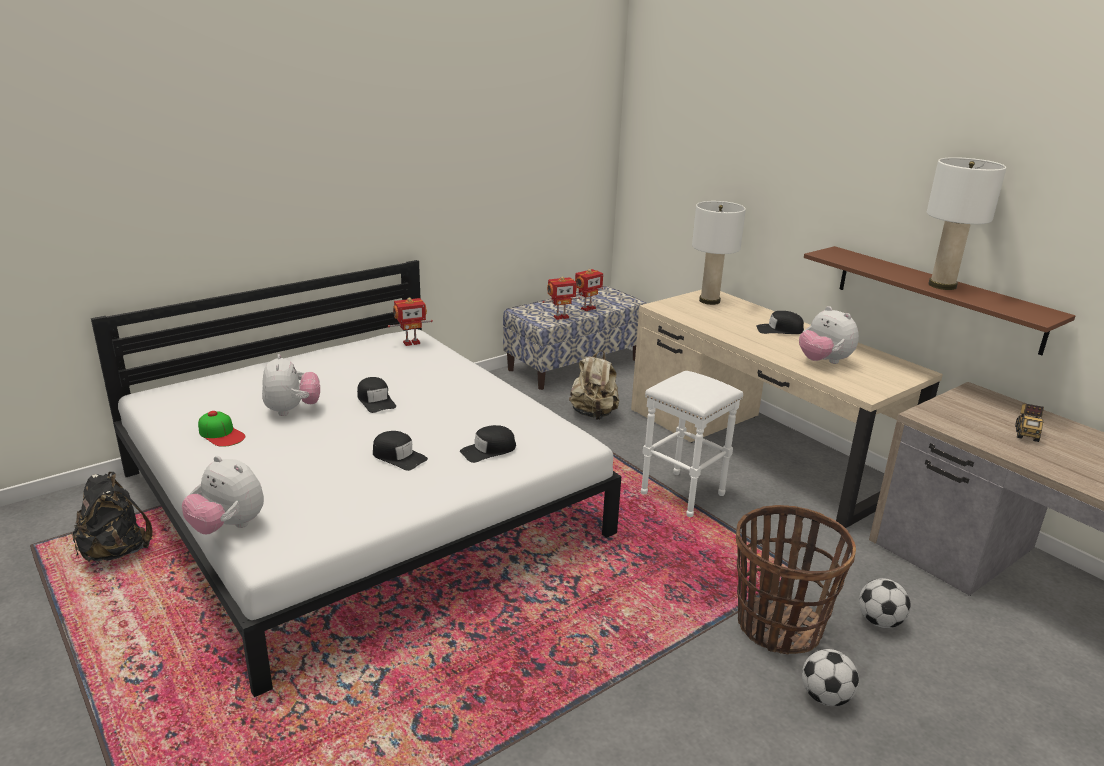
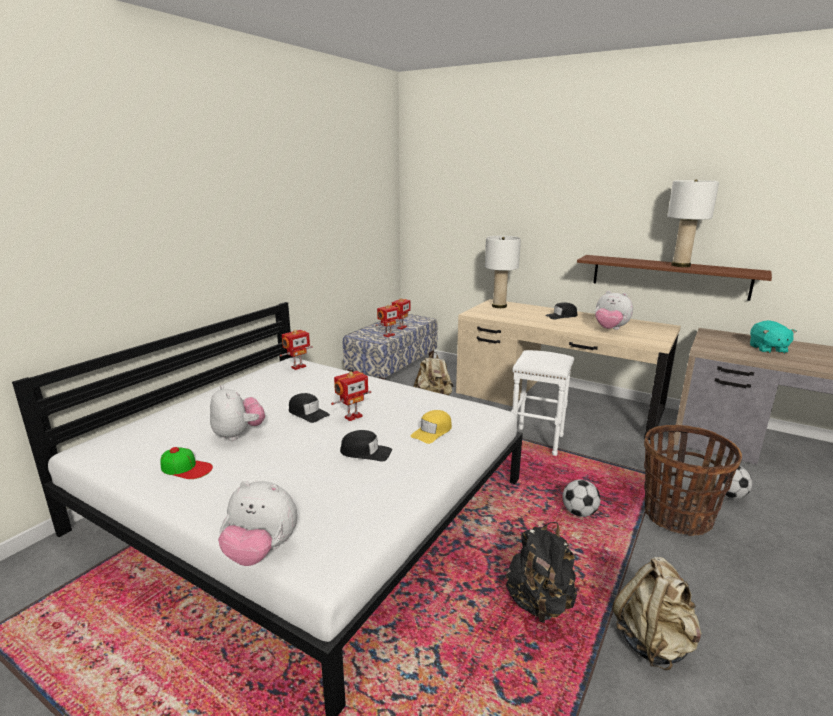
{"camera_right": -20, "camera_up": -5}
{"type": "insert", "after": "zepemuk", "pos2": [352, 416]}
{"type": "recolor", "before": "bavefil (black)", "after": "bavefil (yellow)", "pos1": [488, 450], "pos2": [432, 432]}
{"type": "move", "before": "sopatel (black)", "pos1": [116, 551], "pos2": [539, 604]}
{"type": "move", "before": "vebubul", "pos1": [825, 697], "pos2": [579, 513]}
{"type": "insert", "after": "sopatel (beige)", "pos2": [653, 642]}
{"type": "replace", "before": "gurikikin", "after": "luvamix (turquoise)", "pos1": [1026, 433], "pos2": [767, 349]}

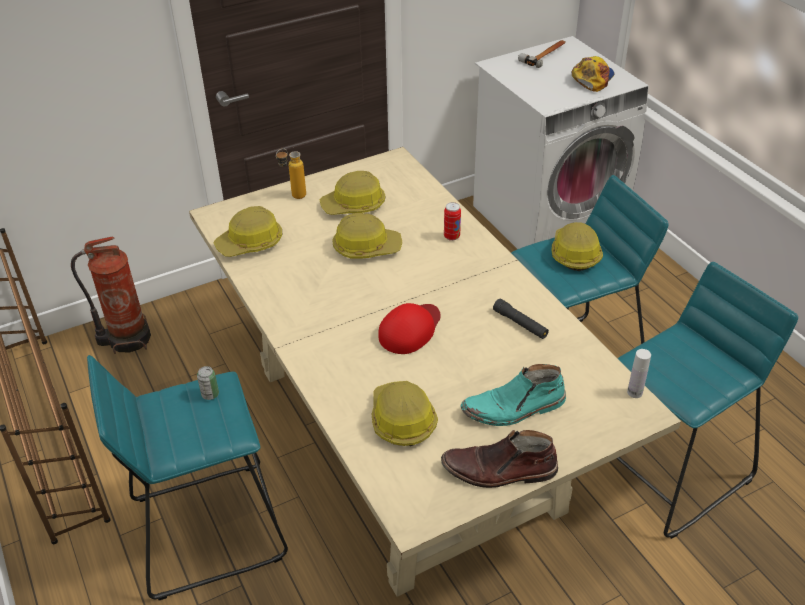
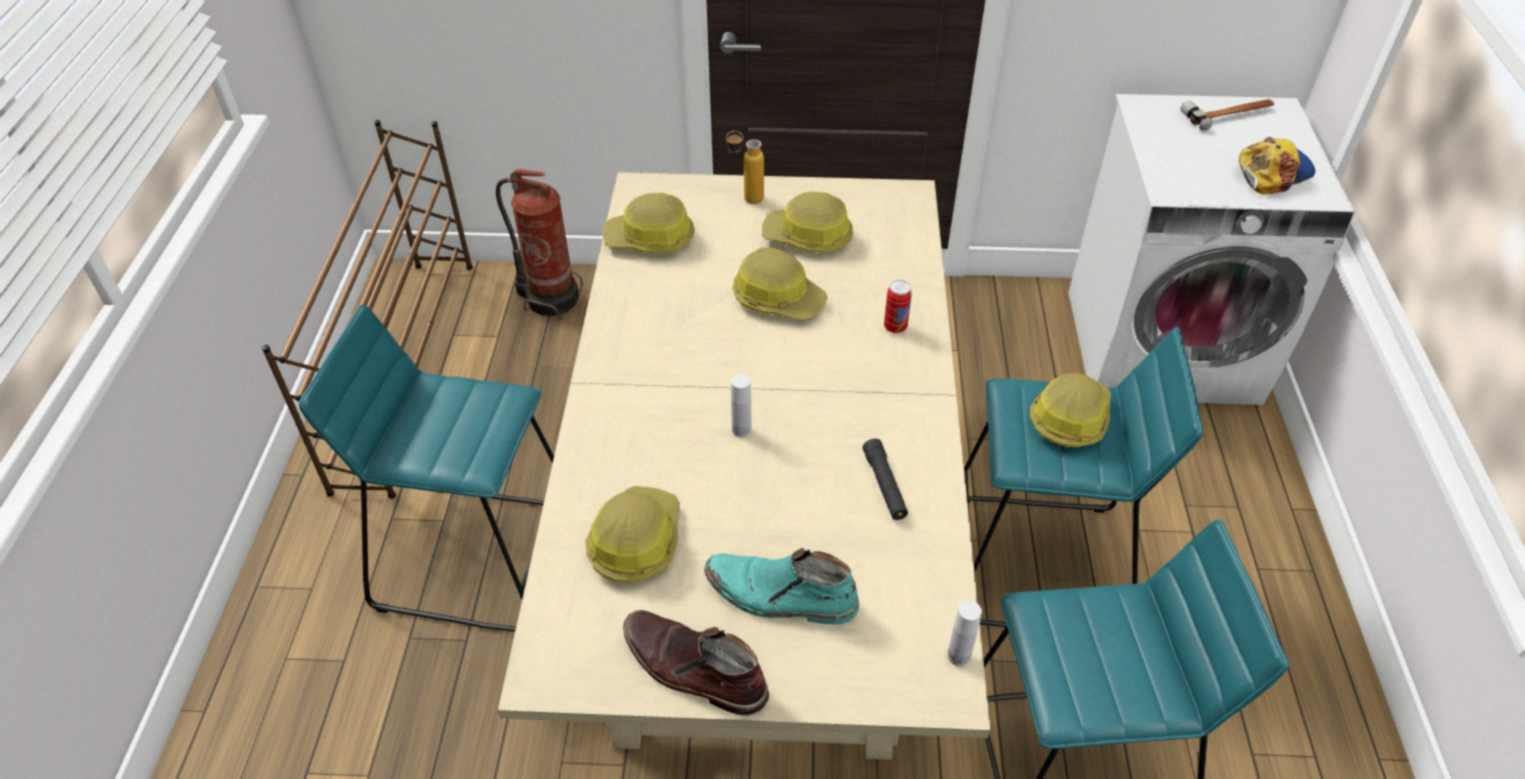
{"camera_right": 30, "camera_up": 5}
{"type": "replace", "before": "bavefil (red)", "after": "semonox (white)", "pos1": [410, 329], "pos2": [741, 430]}
{"type": "delete", "before": "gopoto", "pos1": [210, 394]}

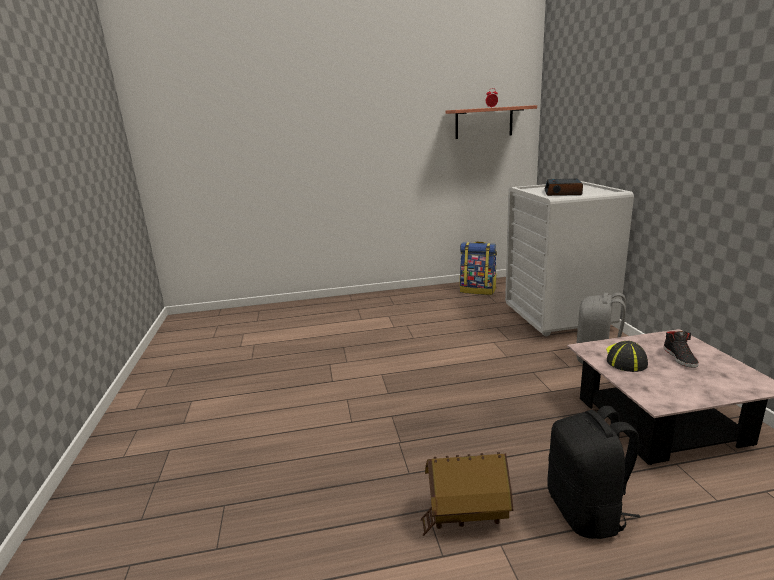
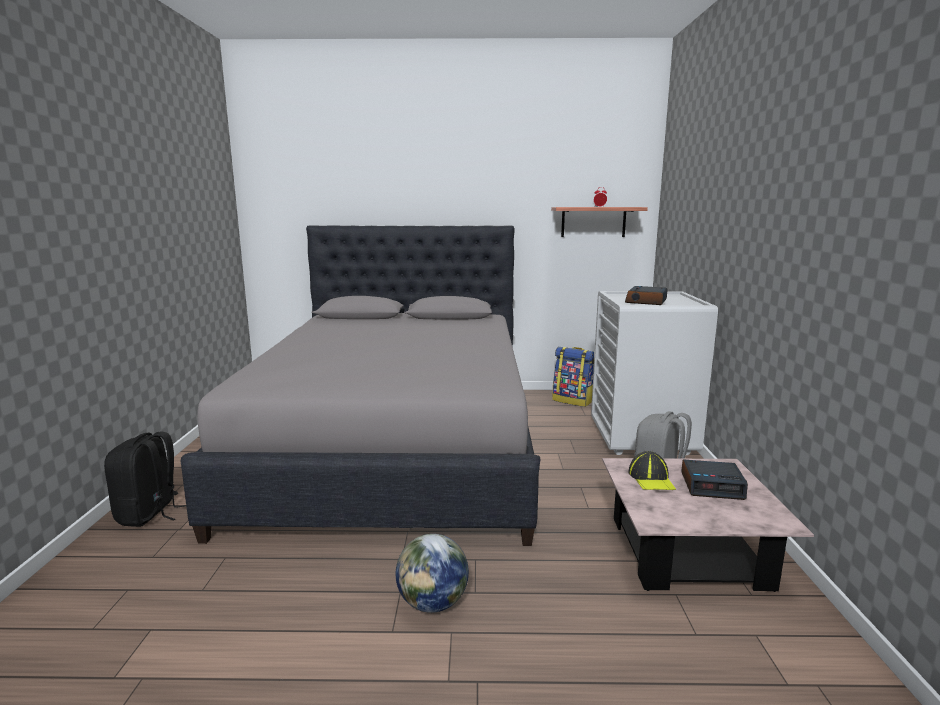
{"camera_right": 10, "camera_up": -5}
{"type": "move", "before": "sopatel (black)", "pos1": [587, 512], "pos2": [150, 514]}
{"type": "insert", "after": "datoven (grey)", "pos2": [397, 445]}
{"type": "replace", "before": "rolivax", "after": "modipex", "pos1": [465, 516], "pos2": [433, 604]}
{"type": "rotate", "before": "bavefil", "pos1": [625, 359], "pos2": [651, 479], "turn": 150}
{"type": "replace", "before": "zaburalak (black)", "after": "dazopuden", "pos1": [680, 358], "pos2": [712, 486]}

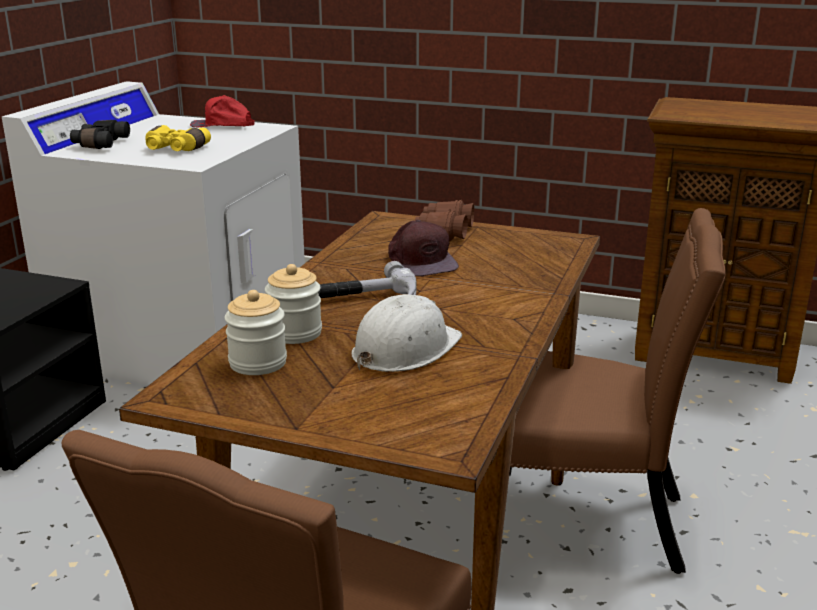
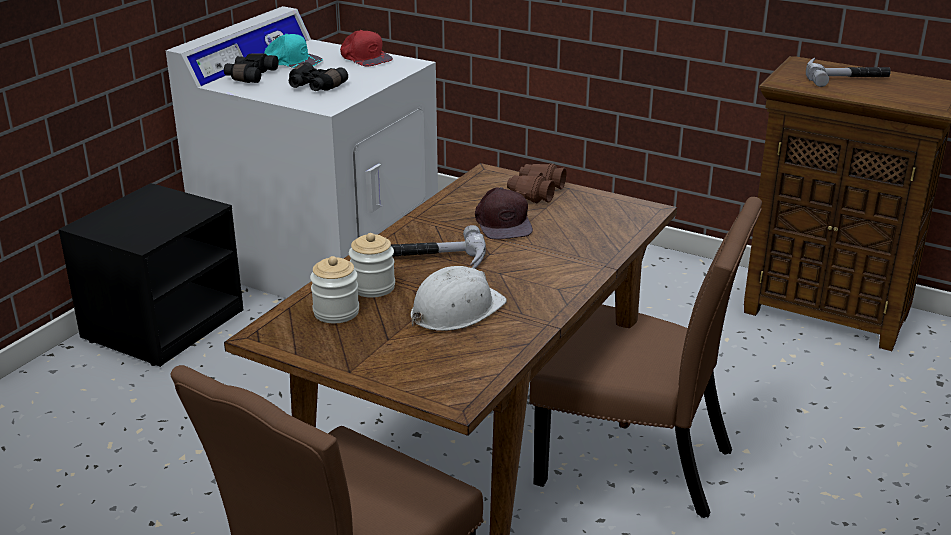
{"camera_right": 10, "camera_up": 5}
{"type": "insert", "after": "bavefil (turquoise)", "pos2": [292, 61]}
{"type": "recolor", "before": "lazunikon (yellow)", "after": "lazunikon (black)", "pos1": [174, 149], "pos2": [314, 87]}
{"type": "rotate", "before": "bavefil (red)", "pos1": [222, 125], "pos2": [365, 57], "turn": -150}
{"type": "insert", "after": "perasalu", "pos2": [845, 77]}

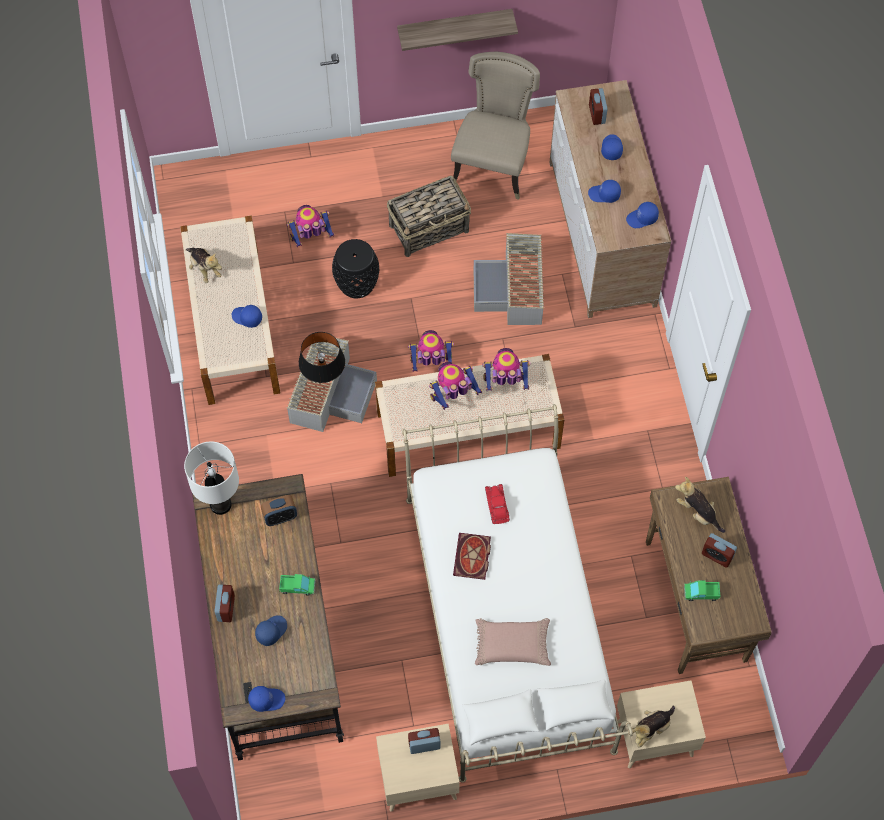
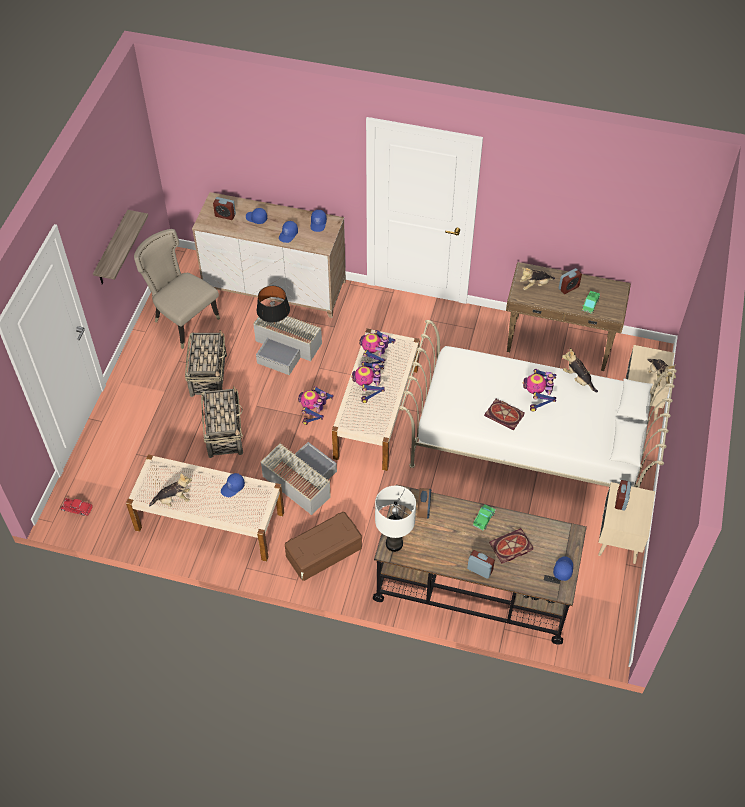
{"camera_right": -65, "camera_up": -10}
{"type": "move", "before": "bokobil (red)", "pos1": [497, 505], "pos2": [77, 508]}
{"type": "replace", "before": "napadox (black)", "after": "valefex", "pos1": [357, 283], "pos2": [224, 432]}
{"type": "move", "before": "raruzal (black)", "pos1": [323, 376], "pos2": [274, 323]}
{"type": "insert", "after": "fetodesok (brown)", "pos2": [324, 553]}
{"type": "replace", "before": "bavefil (blue)", "after": "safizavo", "pos1": [271, 631], "pos2": [510, 547]}
{"type": "move", "before": "zepemuk", "pos1": [311, 238], "pos2": [537, 398]}
{"type": "insert", "after": "luvamix", "pos2": [578, 379]}
{"type": "delete", "before": "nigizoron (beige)", "pos1": [512, 644]}

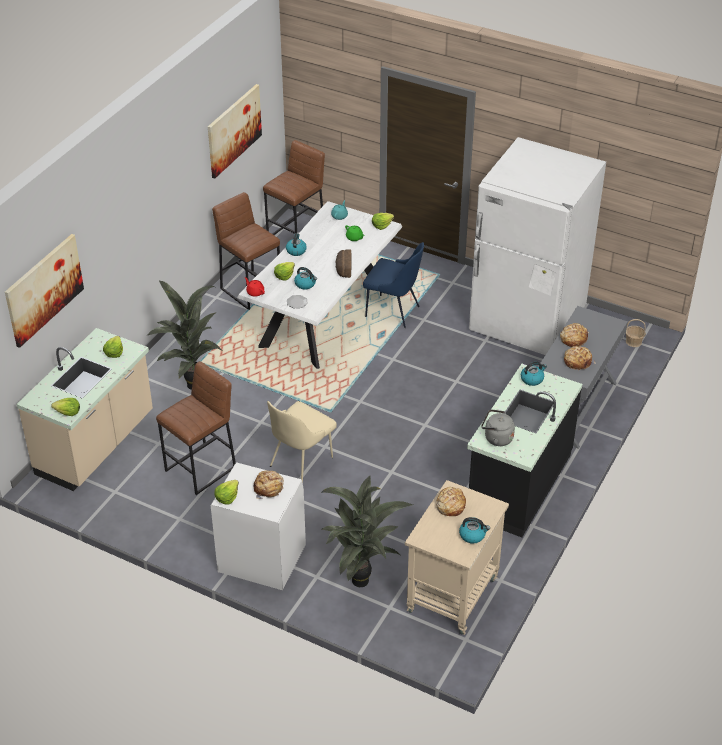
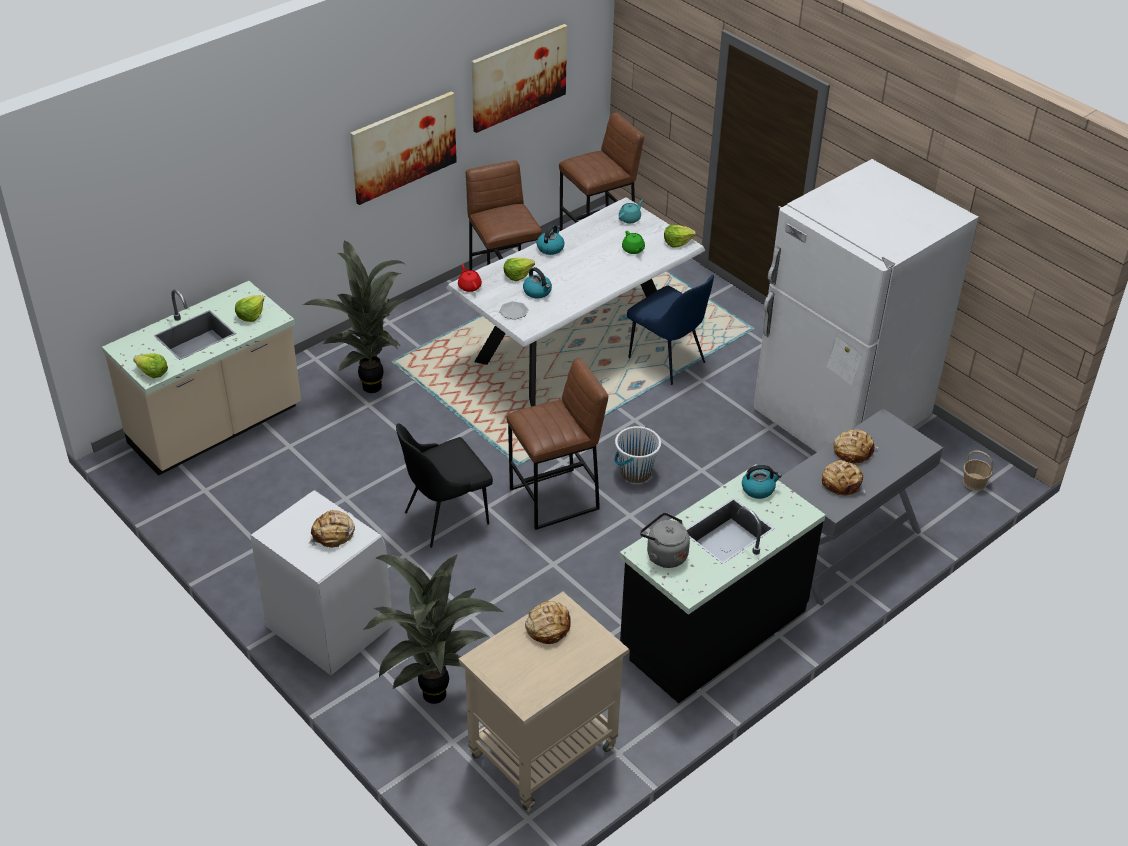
{"camera_right": 20, "camera_up": 0}
{"type": "move", "before": "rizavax", "pos1": [44, 289], "pos2": [403, 147]}
{"type": "recolor", "before": "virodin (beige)", "after": "virodin (black)", "pos1": [301, 462], "pos2": [446, 518]}
{"type": "move", "before": "napadox (brown)", "pos1": [201, 468], "pos2": [555, 498]}
{"type": "insert", "after": "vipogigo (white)", "pos2": [635, 472]}
{"type": "delete", "before": "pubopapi", "pos1": [227, 497]}
{"type": "delete", "before": "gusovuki", "pos1": [343, 269]}
{"type": "delete", "before": "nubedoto", "pos1": [472, 535]}

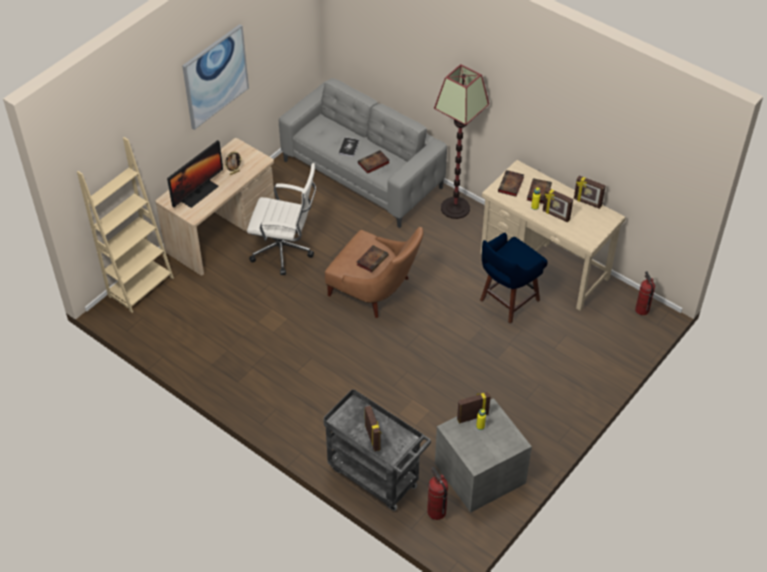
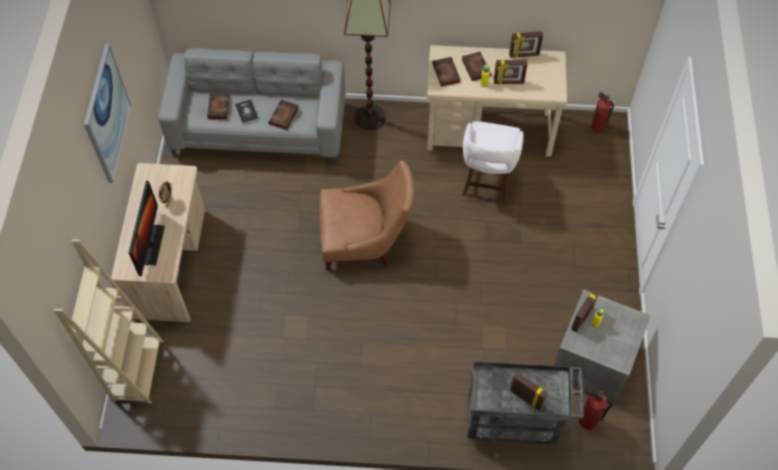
{"camera_right": -35, "camera_up": 10}
{"type": "move", "before": "safizavo", "pos1": [372, 259], "pos2": [218, 107]}
{"type": "recolor", "before": "napadox (blue)", "after": "napadox (white)", "pos1": [507, 302], "pos2": [486, 183]}
{"type": "delete", "before": "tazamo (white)", "pos1": [285, 252]}

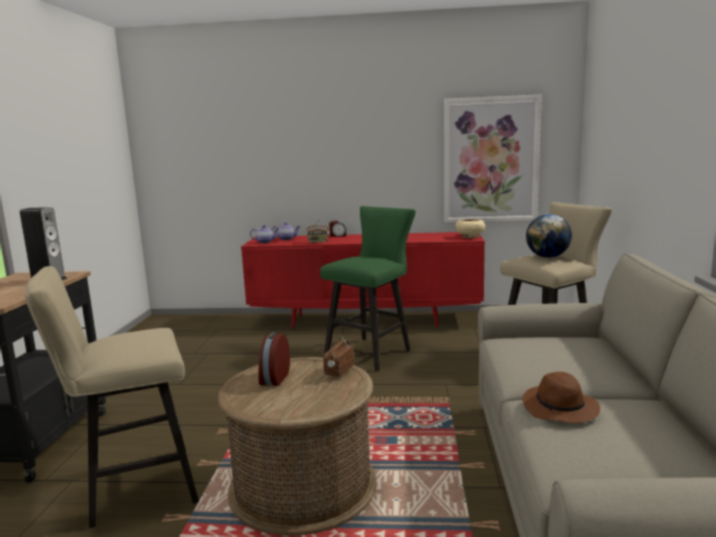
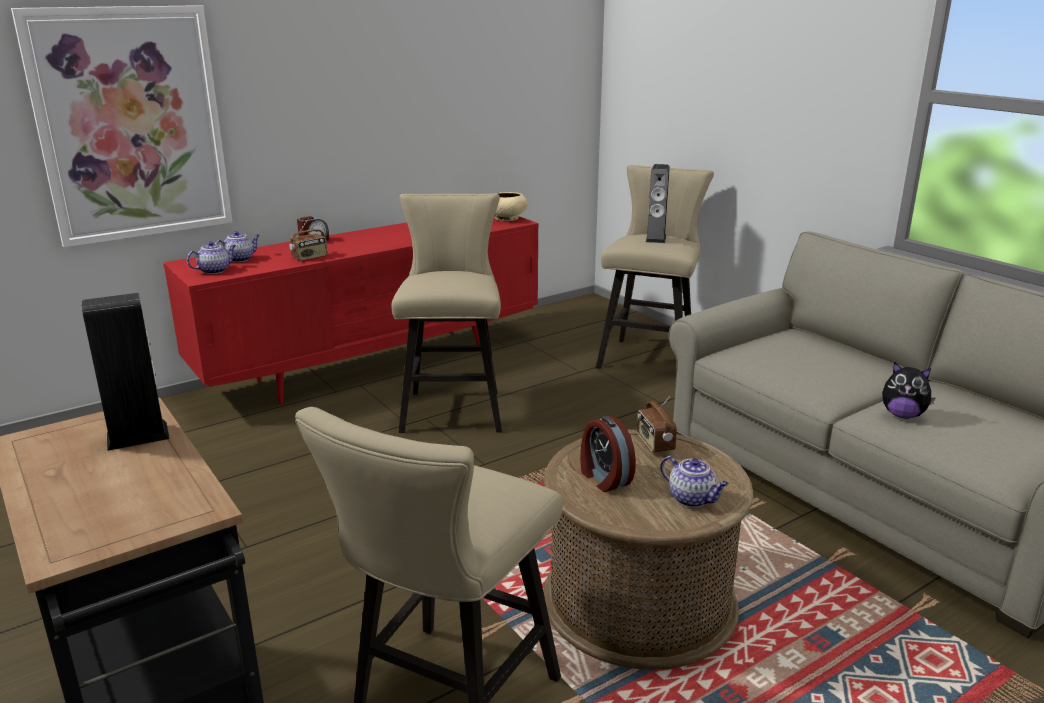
{"camera_right": -40, "camera_up": 10}
{"type": "move", "before": "rizavax", "pos1": [490, 160], "pos2": [131, 125]}
{"type": "recolor", "before": "napadox (green)", "after": "napadox (beige)", "pos1": [372, 351], "pos2": [453, 408]}
{"type": "replace", "before": "modipex", "after": "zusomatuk", "pos1": [547, 257], "pos2": [656, 238]}
{"type": "insert", "after": "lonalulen", "pos2": [692, 499]}
{"type": "replace", "before": "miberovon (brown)", "after": "luvamix", "pos1": [560, 409], "pos2": [902, 415]}

